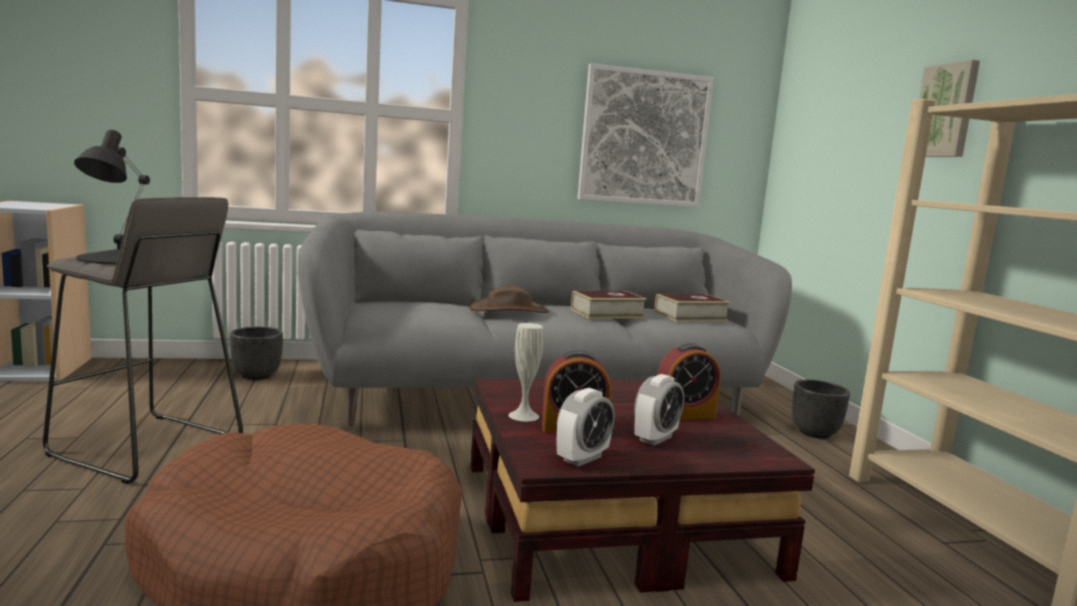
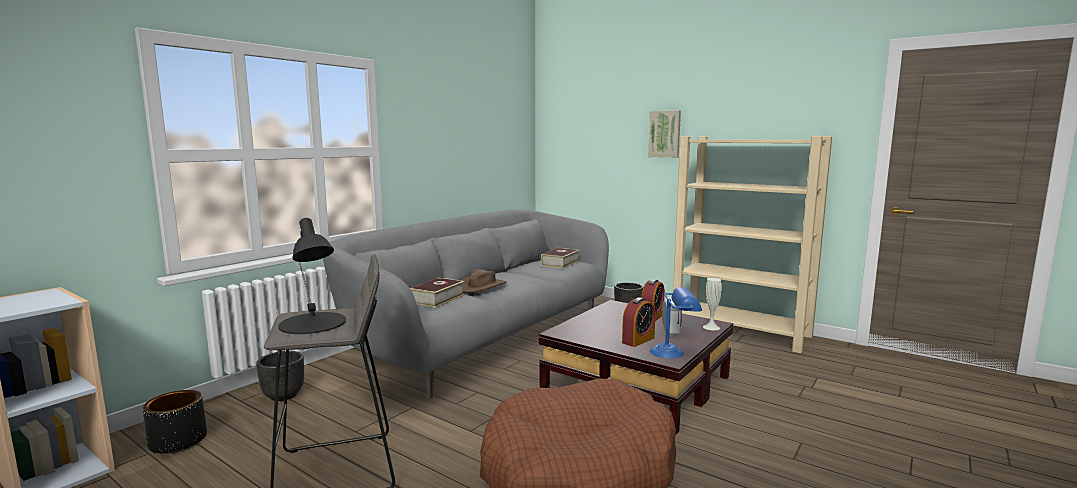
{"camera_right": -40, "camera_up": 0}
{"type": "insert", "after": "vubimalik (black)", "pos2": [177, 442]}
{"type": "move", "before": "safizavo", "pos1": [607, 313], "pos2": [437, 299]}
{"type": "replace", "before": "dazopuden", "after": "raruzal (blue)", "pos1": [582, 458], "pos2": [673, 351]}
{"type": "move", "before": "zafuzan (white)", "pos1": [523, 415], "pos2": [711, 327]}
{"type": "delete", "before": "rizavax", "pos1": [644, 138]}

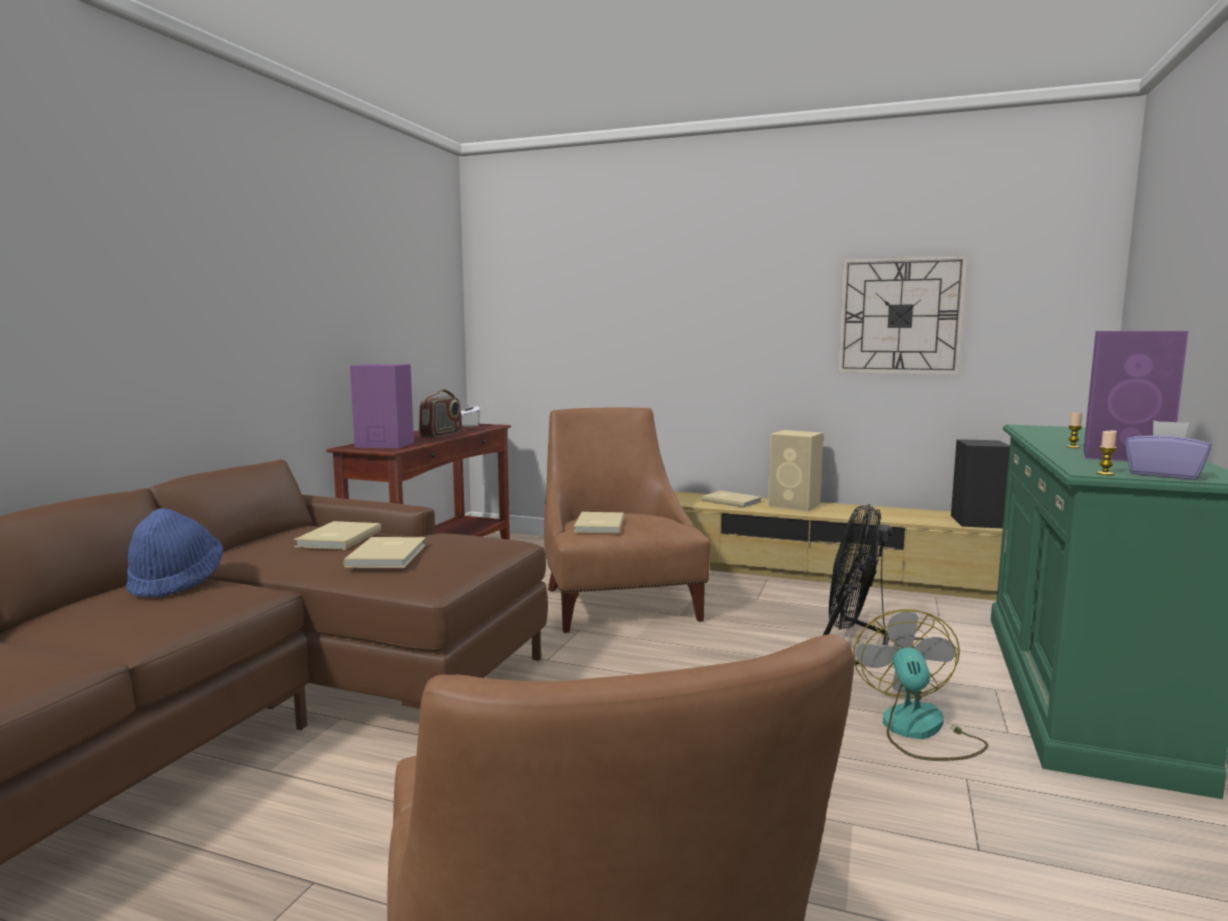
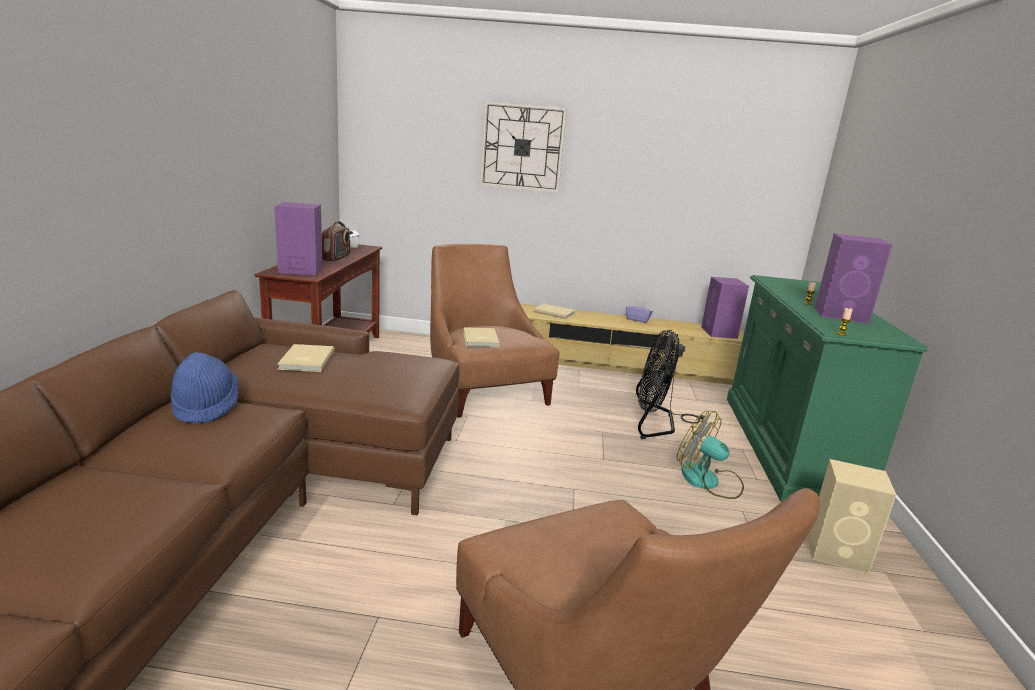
{"camera_right": -15, "camera_up": 10}
{"type": "move", "before": "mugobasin", "pos1": [900, 316], "pos2": [522, 147]}
{"type": "move", "before": "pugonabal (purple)", "pos1": [1163, 474], "pos2": [637, 319]}
{"type": "rotate", "before": "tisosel", "pos1": [919, 731], "pos2": [708, 481], "turn": -45}
{"type": "recolor", "before": "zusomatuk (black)", "after": "zusomatuk (purple)", "pos1": [977, 522], "pos2": [719, 333]}
{"type": "move", "before": "zusomatuk (beige)", "pos1": [795, 505], "pos2": [839, 553]}
{"type": "delete", "before": "safizavo (beige)", "pos1": [389, 555]}

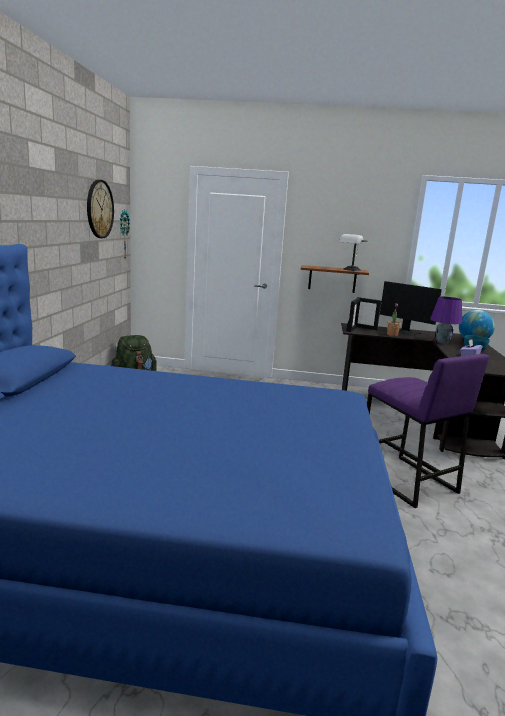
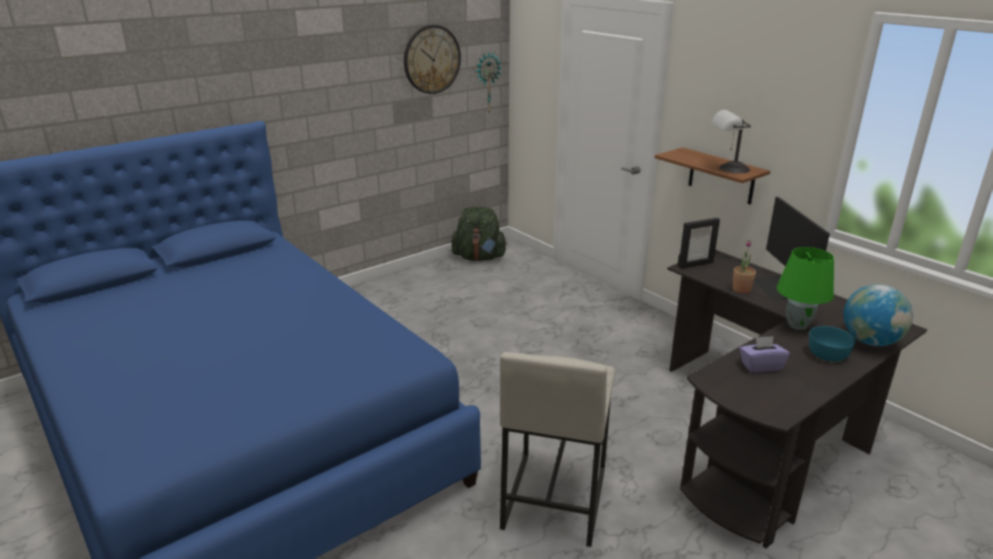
{"camera_right": 45, "camera_up": 10}
{"type": "recolor", "before": "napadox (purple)", "after": "napadox (beige)", "pos1": [407, 480], "pos2": [554, 498]}
{"type": "recolor", "before": "raruzal (purple)", "after": "raruzal (green)", "pos1": [441, 342], "pos2": [797, 325]}
{"type": "delete", "before": "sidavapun", "pos1": [365, 327]}

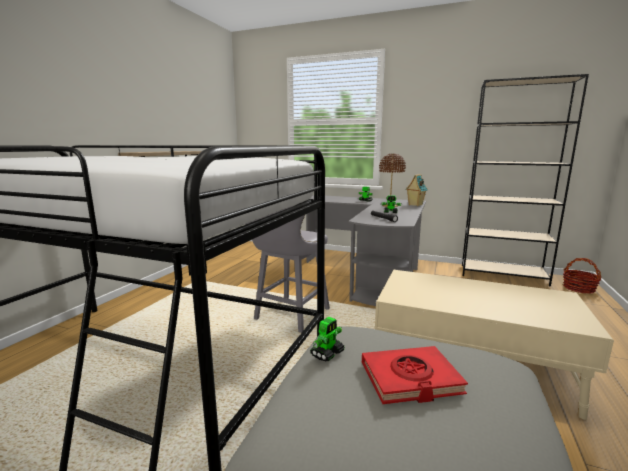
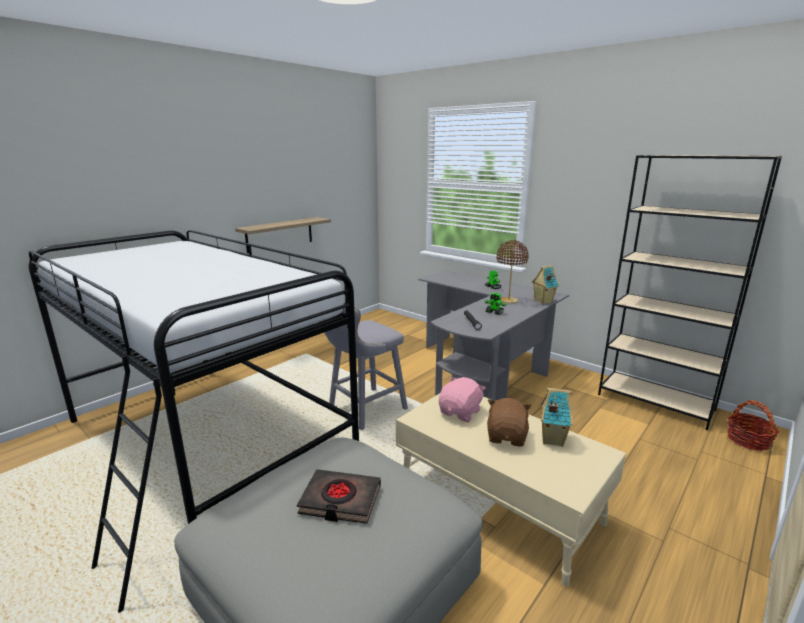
{"camera_right": 20, "camera_up": 5}
{"type": "recolor", "before": "safizavo (red)", "after": "safizavo (black)", "pos1": [410, 379], "pos2": [340, 500]}
{"type": "insert", "after": "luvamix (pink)", "pos2": [460, 412]}
{"type": "insert", "after": "luvamix (brown)", "pos2": [507, 437]}
{"type": "insert", "after": "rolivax", "pos2": [551, 439]}
{"type": "delete", "before": "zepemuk", "pos1": [327, 353]}

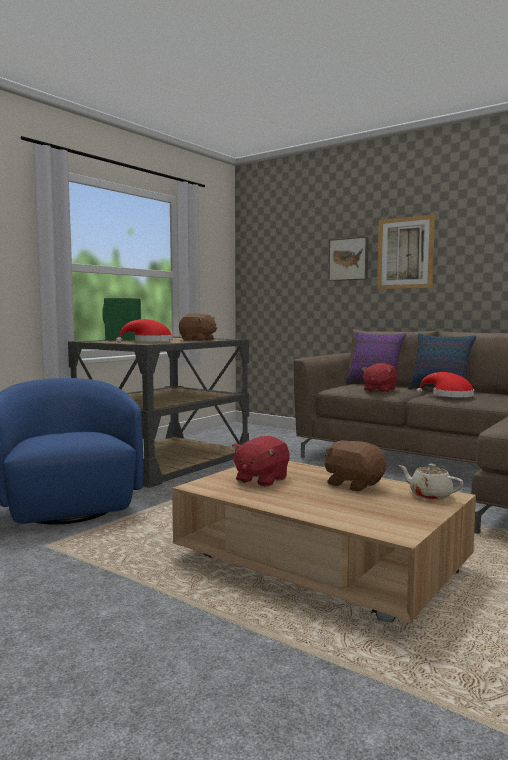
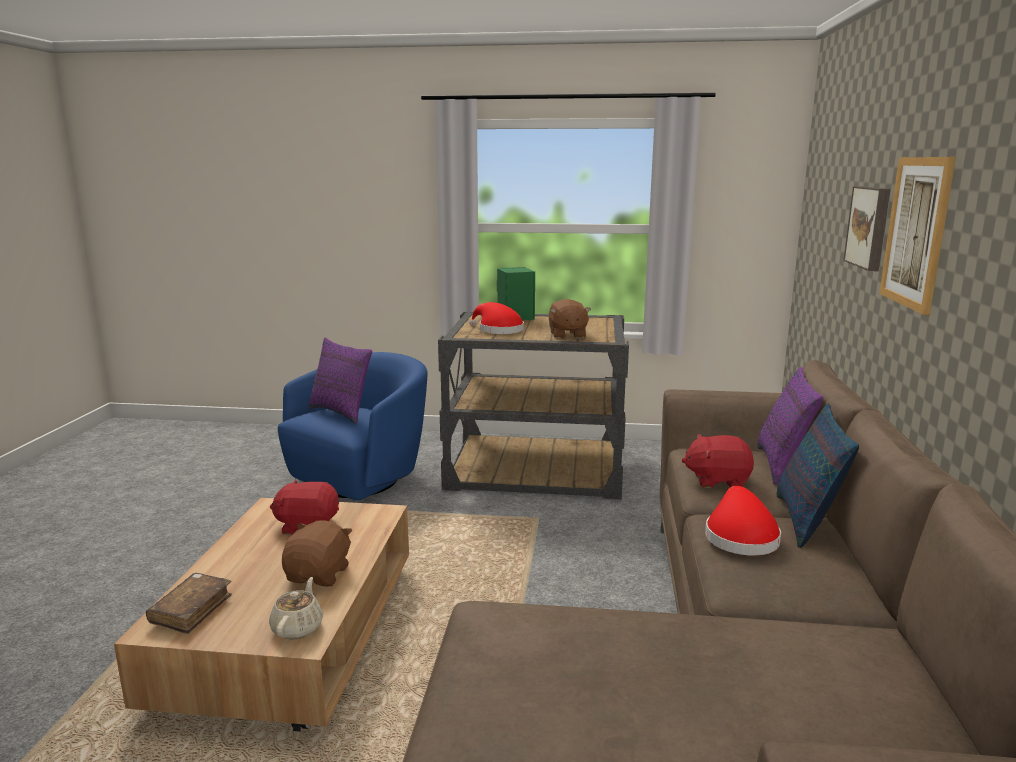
{"camera_right": 60, "camera_up": 10}
{"type": "insert", "after": "safizavo (brown)", "pos2": [191, 610]}
{"type": "insert", "after": "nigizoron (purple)", "pos2": [340, 413]}

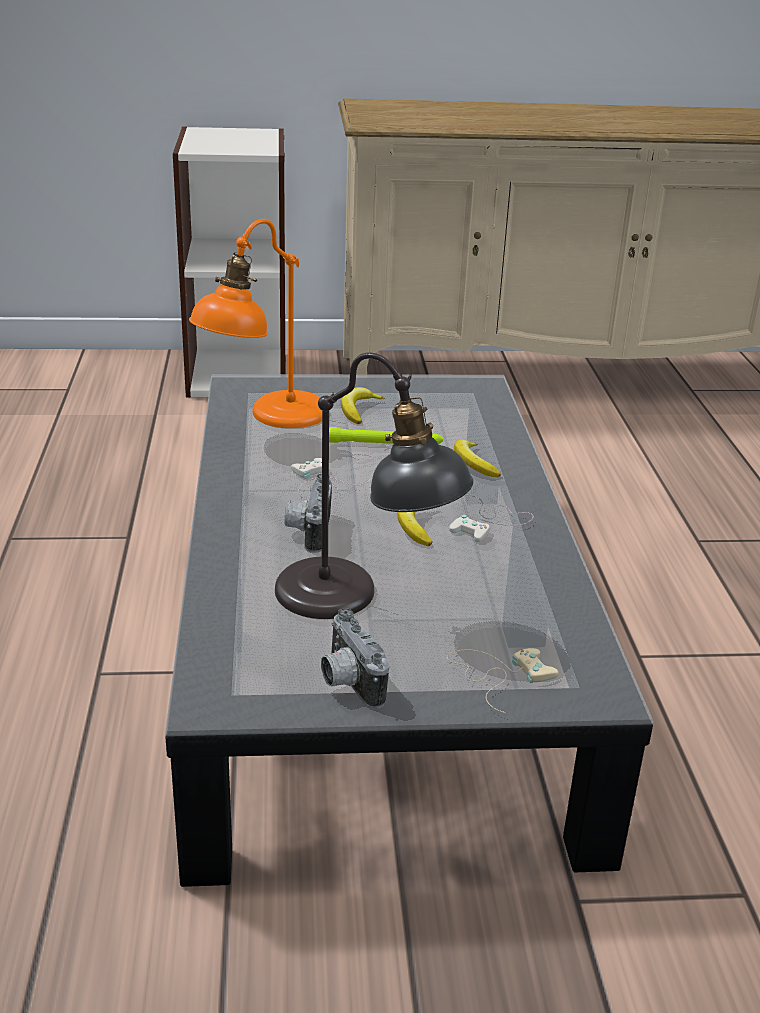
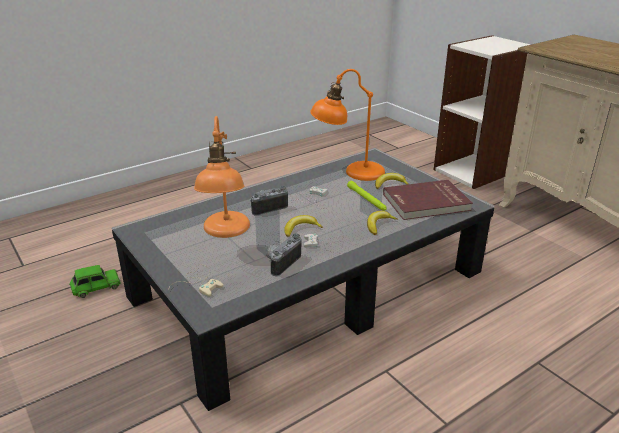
{"camera_right": 60, "camera_up": 0}
{"type": "insert", "after": "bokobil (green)", "pos2": [96, 286]}
{"type": "recolor", "before": "raruzal (grey)", "after": "raruzal (orange)", "pos1": [365, 601], "pos2": [226, 236]}
{"type": "move", "before": "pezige", "pos1": [346, 682], "pos2": [281, 263]}
{"type": "insert", "after": "safizavo (red)", "pos2": [426, 203]}

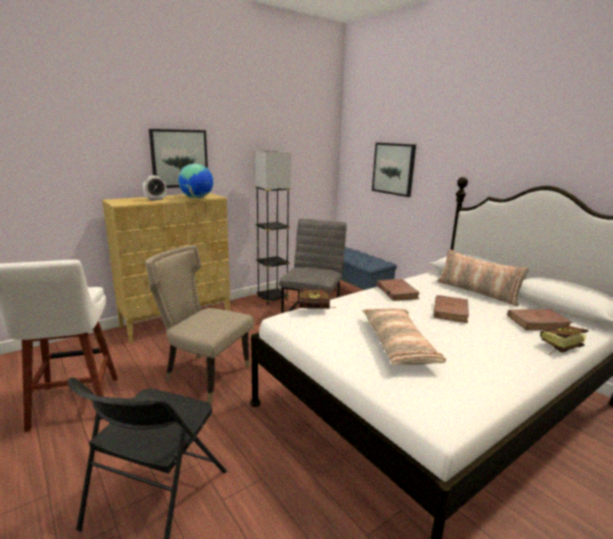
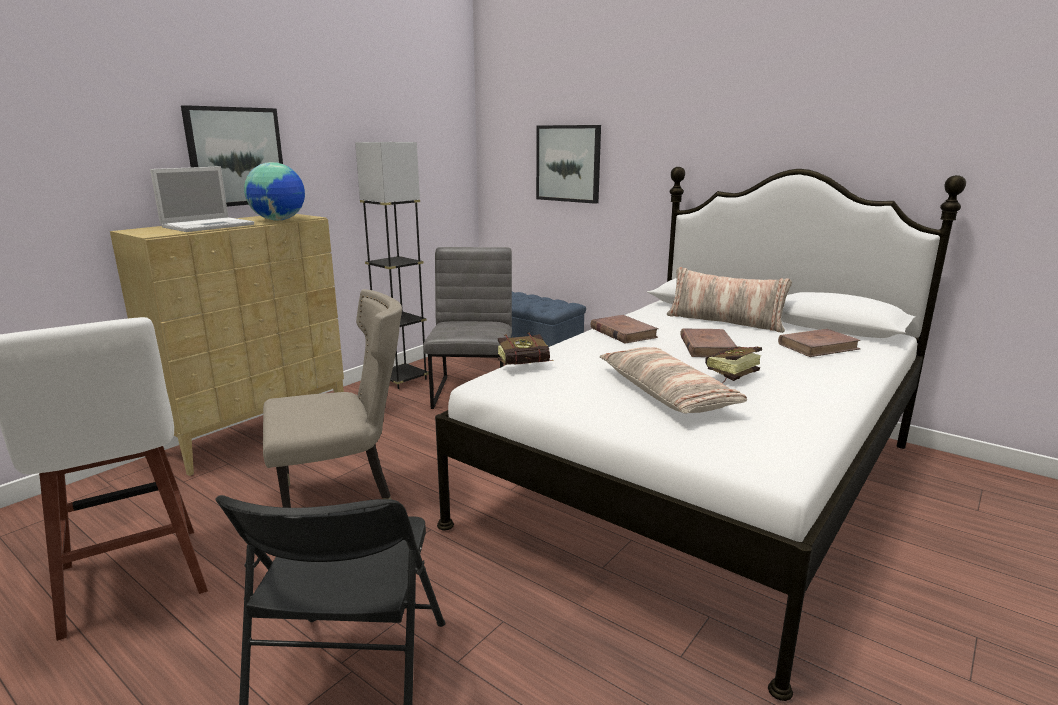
{"camera_right": -15, "camera_up": 0}
{"type": "replace", "before": "dazopuden", "after": "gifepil", "pos1": [155, 199], "pos2": [209, 225]}
{"type": "rotate", "before": "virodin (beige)", "pos1": [204, 375], "pos2": [343, 501], "turn": 150}
{"type": "move", "before": "safizavo", "pos1": [557, 347], "pos2": [728, 376]}

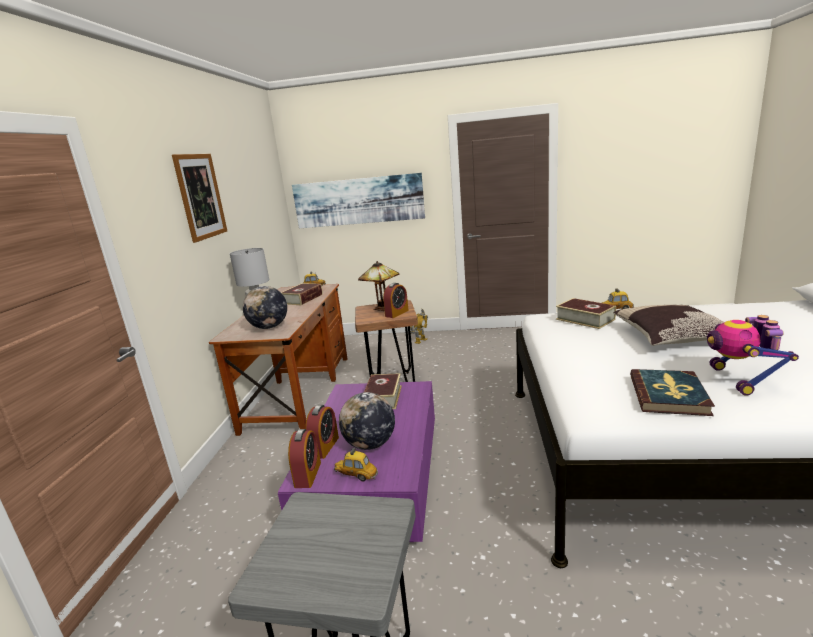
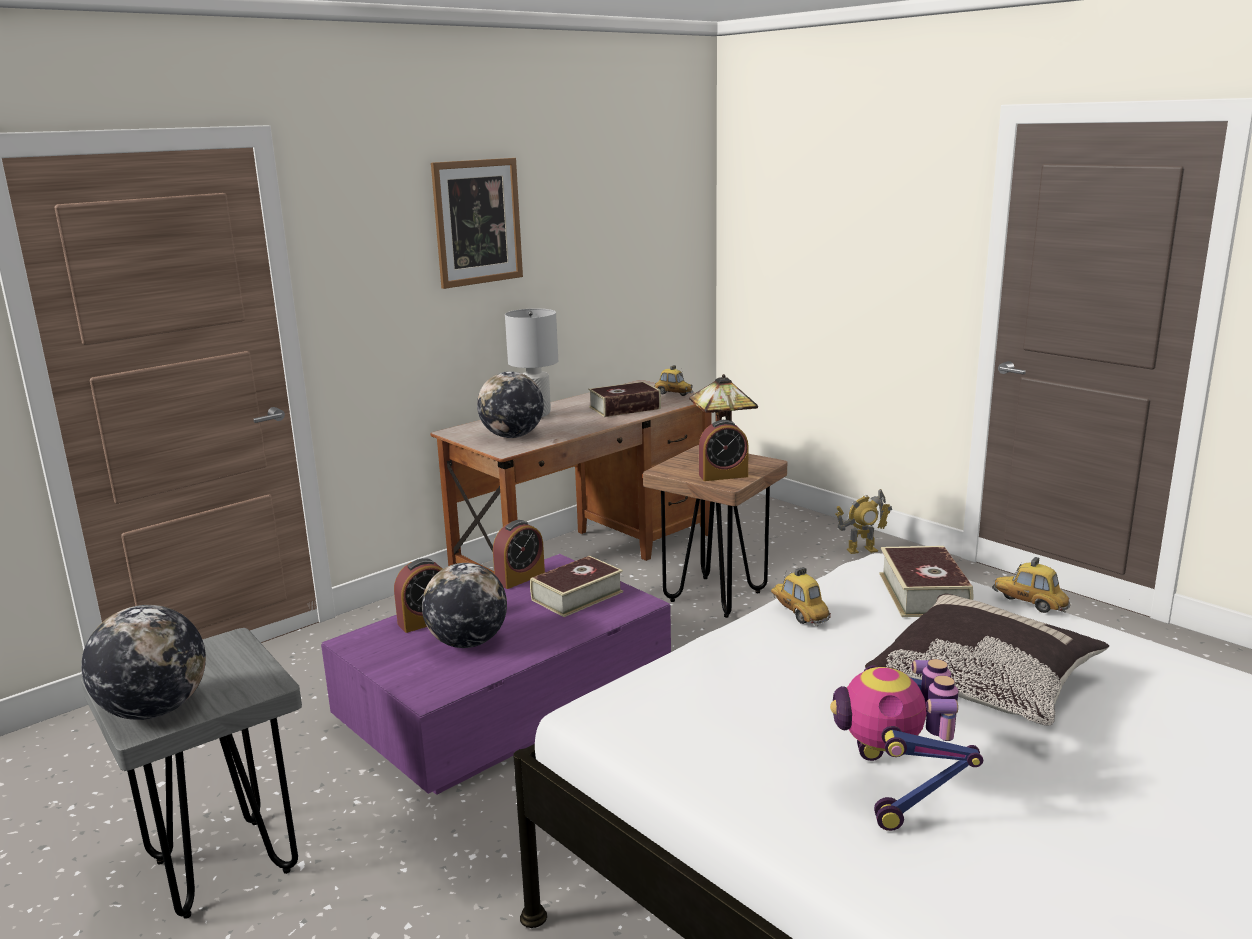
{"camera_right": 40, "camera_up": 0}
{"type": "insert", "after": "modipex", "pos2": [154, 710]}
{"type": "move", "before": "dazopuden", "pos1": [308, 474], "pos2": [520, 578]}
{"type": "move", "before": "bokobil", "pos1": [356, 475], "pos2": [798, 614]}
{"type": "rotate", "before": "zepemuk", "pos1": [739, 380], "pos2": [897, 789], "turn": -45}
{"type": "delete", "before": "rizavax", "pos1": [358, 201]}
{"type": "delete", "before": "safizavo", "pos1": [669, 395]}

